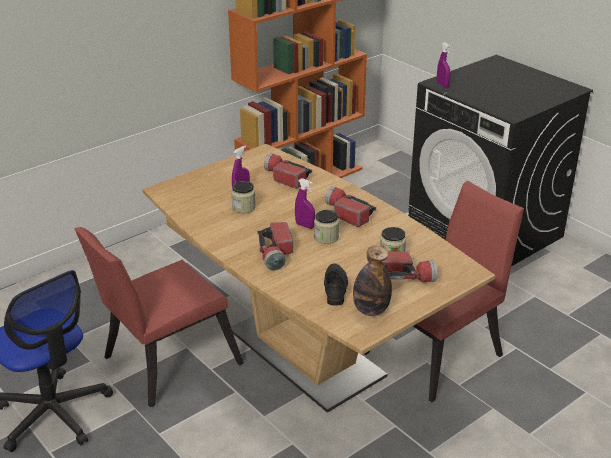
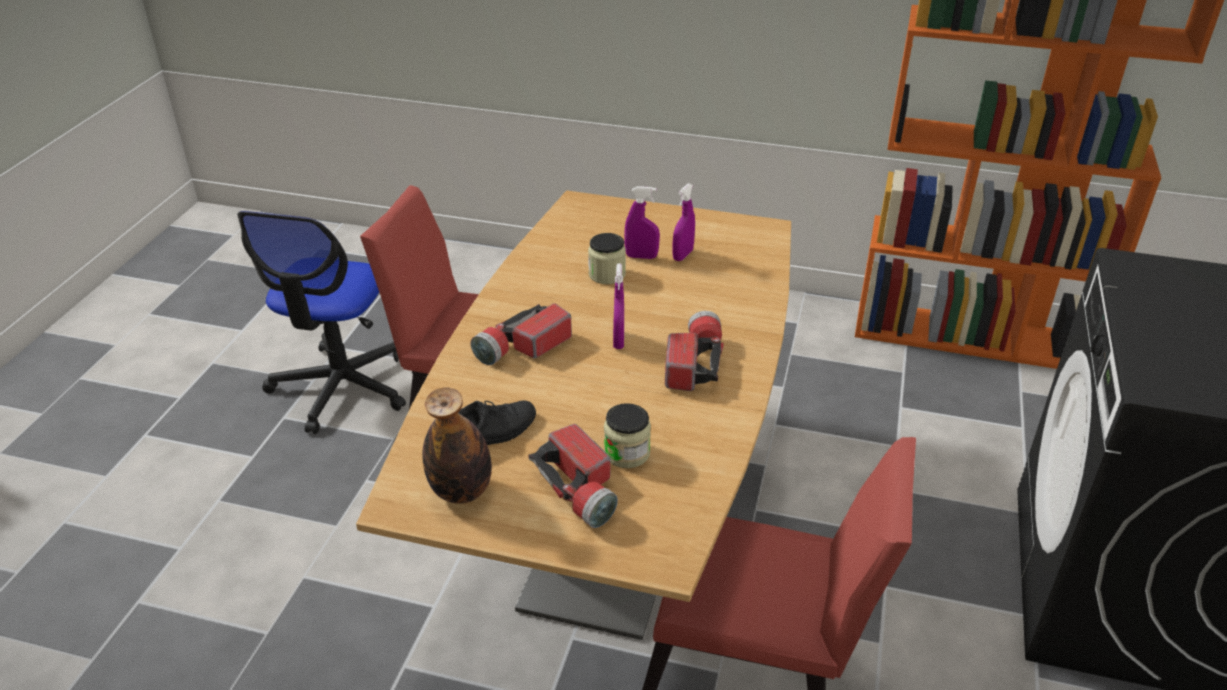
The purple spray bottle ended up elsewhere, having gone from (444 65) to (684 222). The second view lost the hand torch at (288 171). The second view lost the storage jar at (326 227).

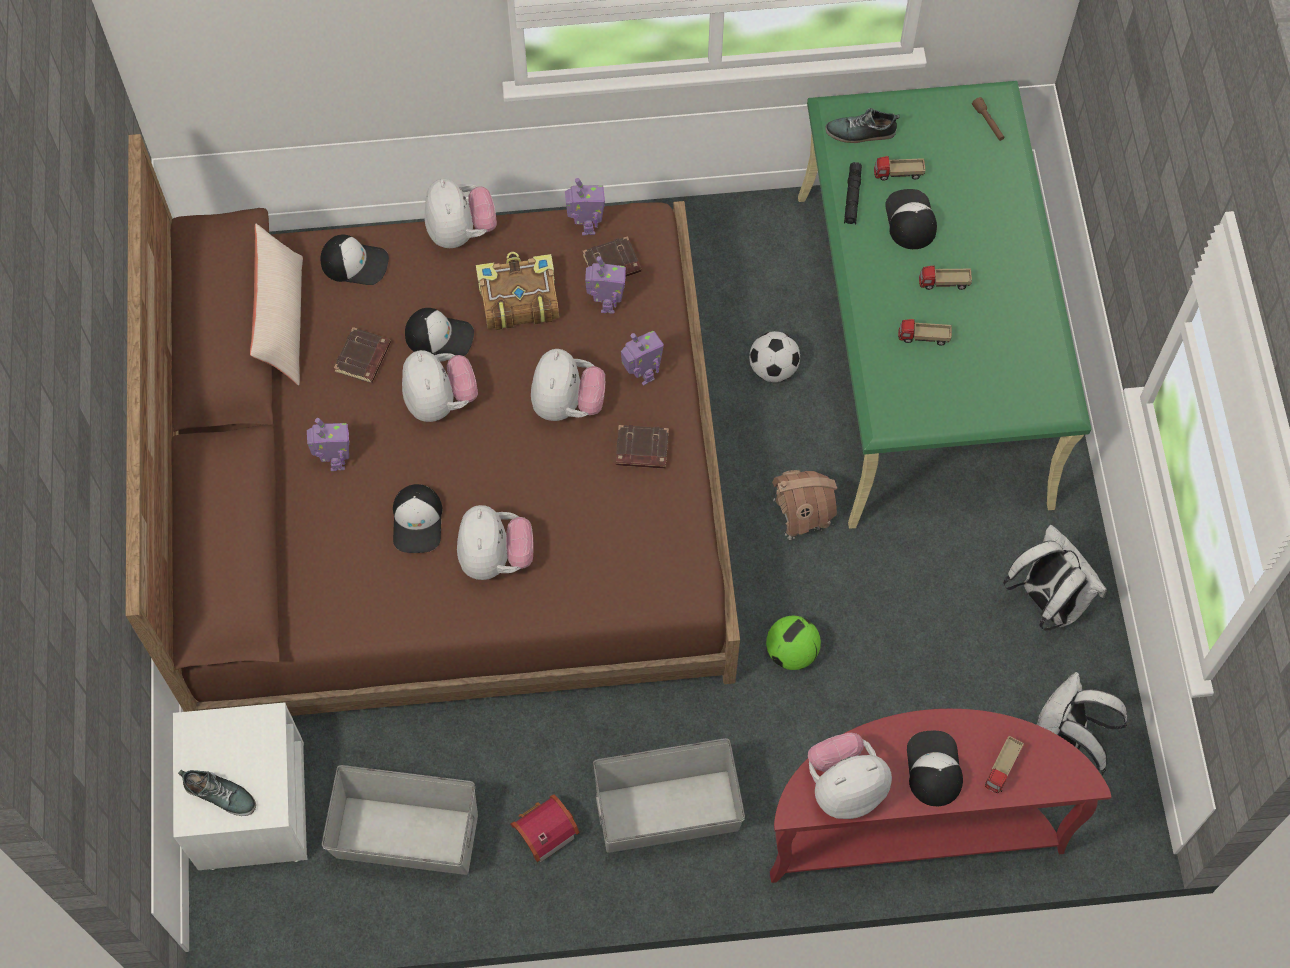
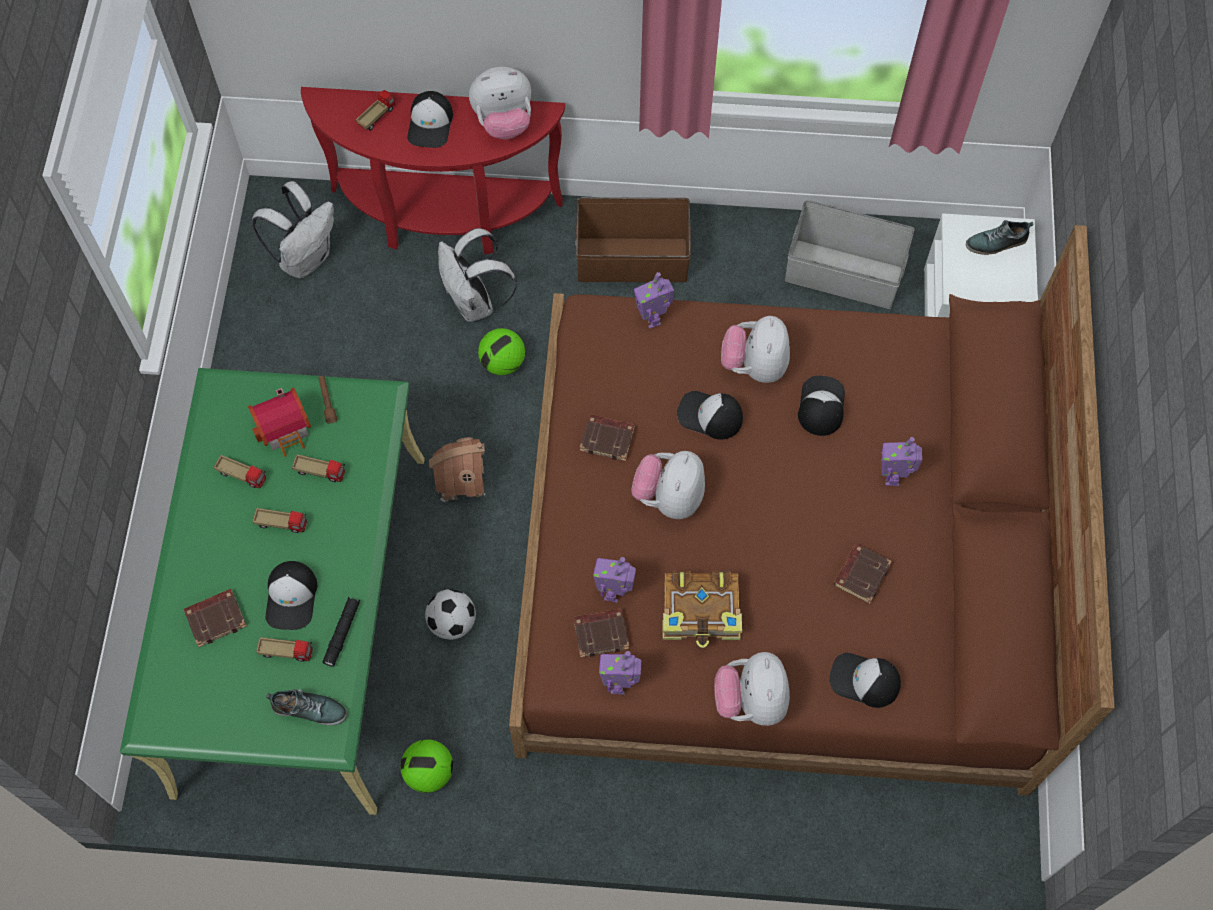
The second view gained the brownish bound book at (215 618). The second view gained the toy lorry at (240 471). The miniature house ended up elsewhere, having gone from (545 828) to (279 422). The brownish hand torch ended up elsewhere, having gone from (988 119) to (327 399). The second view gained the football at (426 766). The white backpack ended up elsewhere, having gone from (1055 578) to (477 275). What was the grey storage box at (669 795) turned into the brownish storage box at (633 239). The toy robot ended up elsewhere, having gone from (642 358) to (654 300). The baseball cap ended up elsewhere, having gone from (439 332) to (710 415). The item of footwear at (217 793) ended up facing another way, 45 degrees counterclockwise from before. The second view lost the beige throw pillow at (276 305). The second view lost the cuddly toy at (440 386).

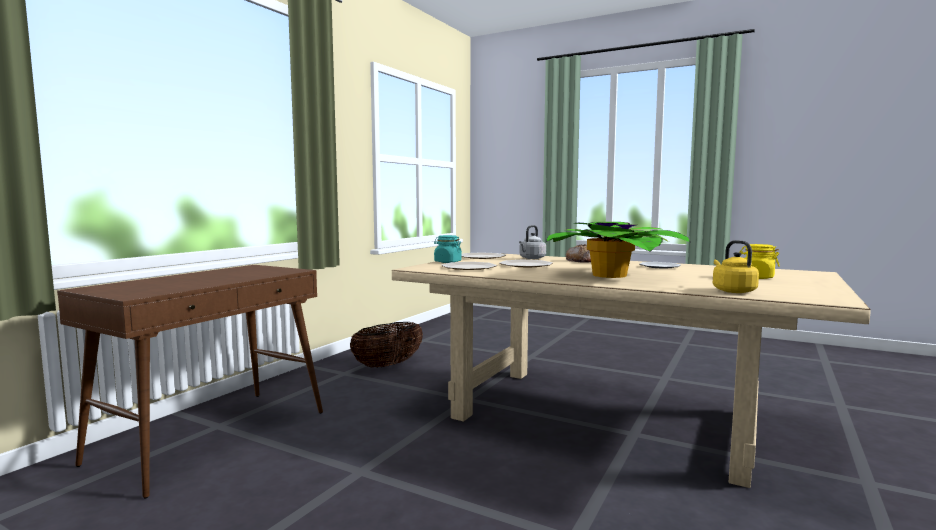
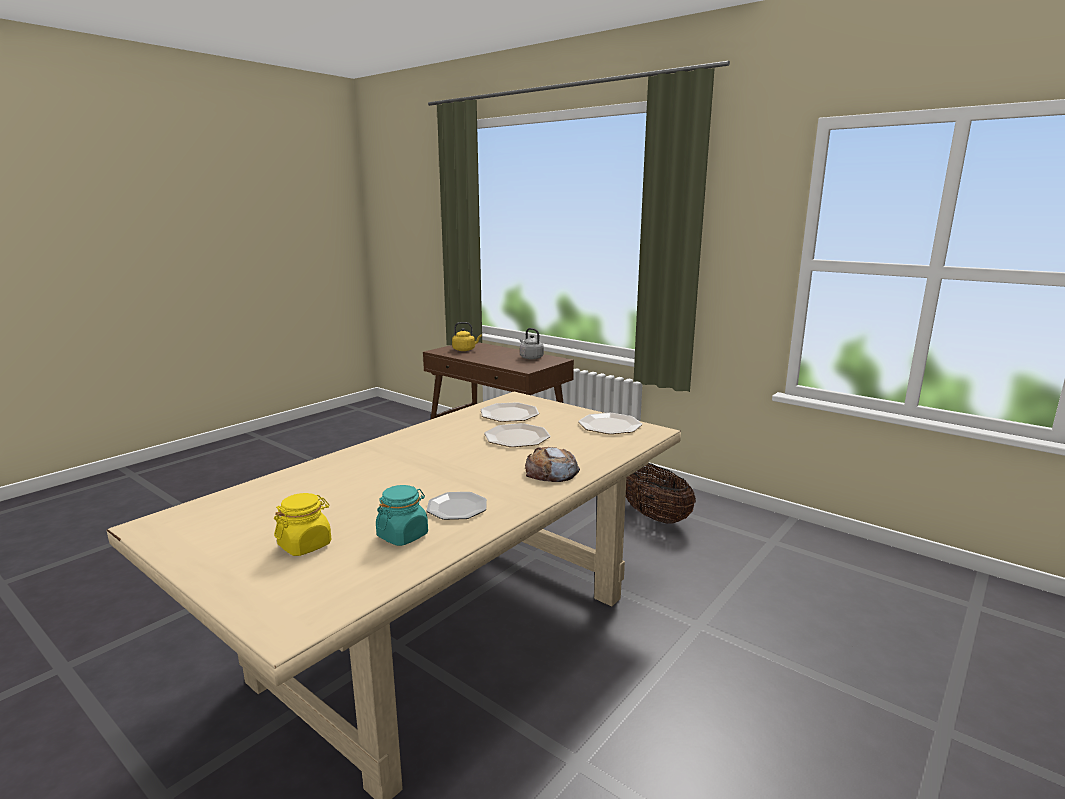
The blue-green storage jar ended up elsewhere, having gone from (448 249) to (402 515). The yellow-coloured water kettle ended up elsewhere, having gone from (736 266) to (467 336). The grey water kettle ended up elsewhere, having gone from (532 242) to (532 343). The second view lost the plant in a pot at (618 250).

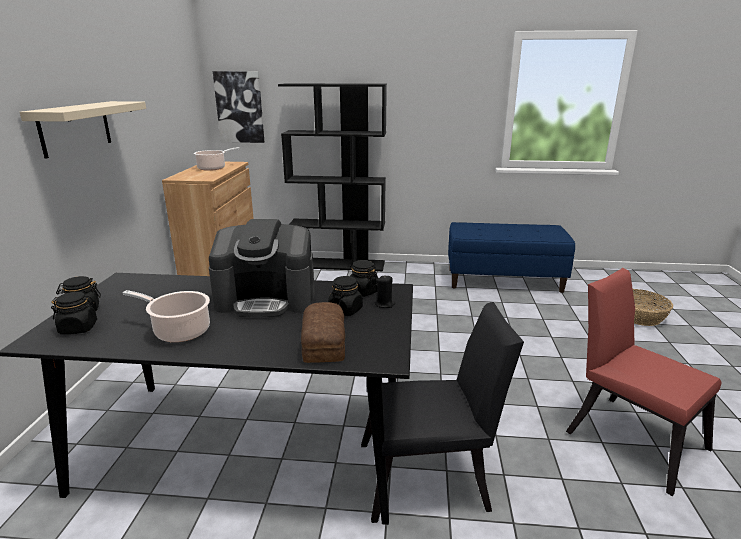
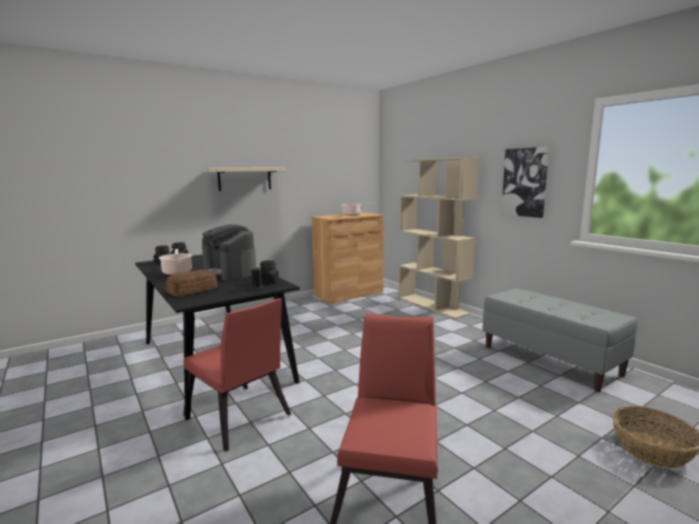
What was the blackish plain chair at (442 412) turned into the red-coloured plain chair at (237 375). What was the blackish bookcase at (332 177) turned into the beige bookcase at (439 238). What was the blue-coloured bench at (511 257) turned into the grey bench at (560 340). The wall picture ended up elsewhere, having gone from (238 107) to (525 182). The second view lost the blackish storage jar at (345 296).

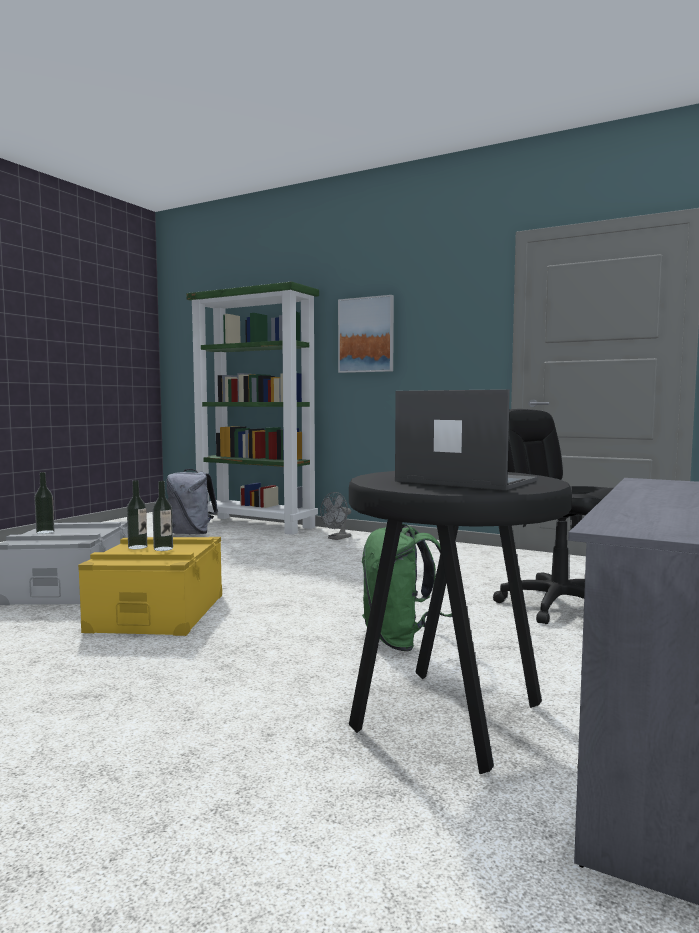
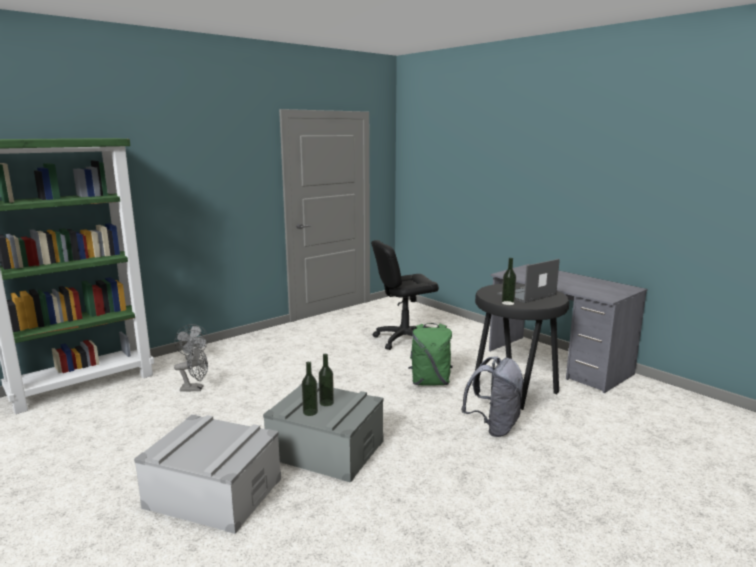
The second view gained the grey fan at (191 369). What was the yellow-coloured storage box at (150 586) turned into the grey storage box at (323 432). The grey backpack ended up elsewhere, having gone from (192 501) to (492 396). The drink bottle ended up elsewhere, having gone from (44 503) to (509 281). The second view lost the wall picture at (366 334).

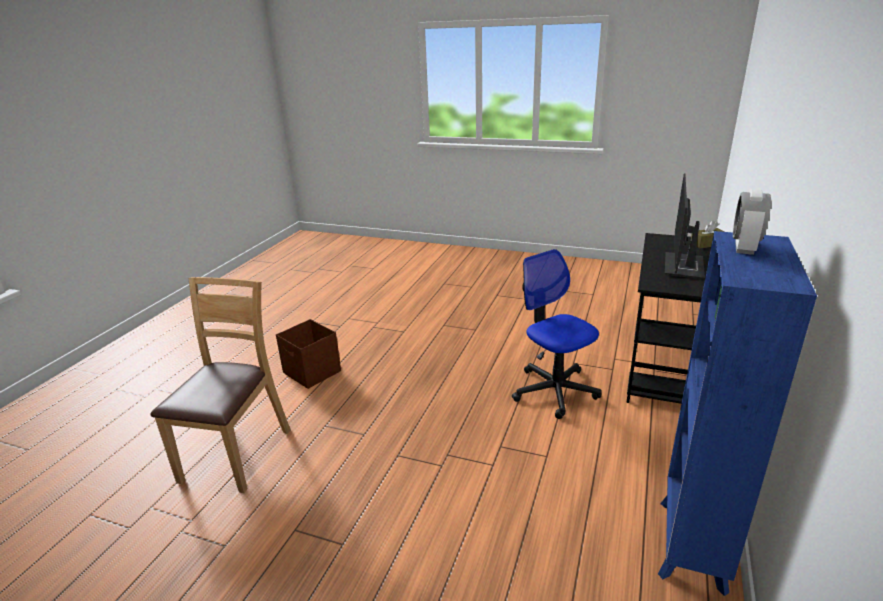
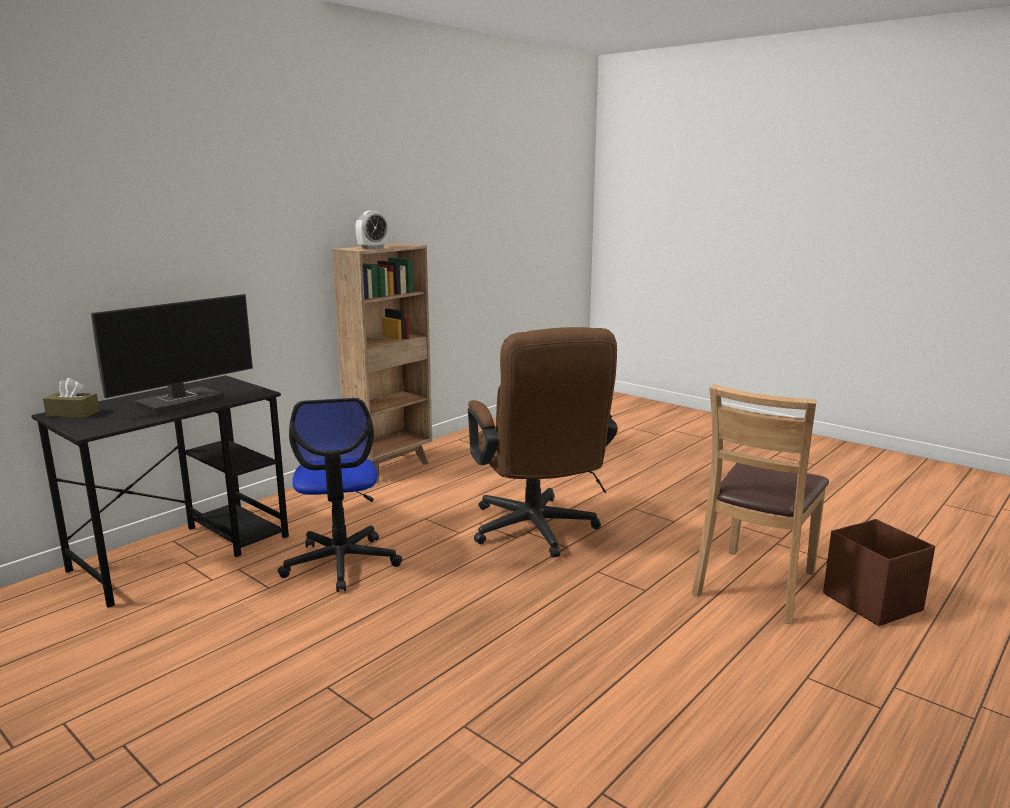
What was the blue-coloured bookcase at (737 413) turned into the brownish bookcase at (382 363). The second view gained the brownish desk chair at (543 442). The brownish storage box ended up elsewhere, having gone from (308 354) to (879 572).

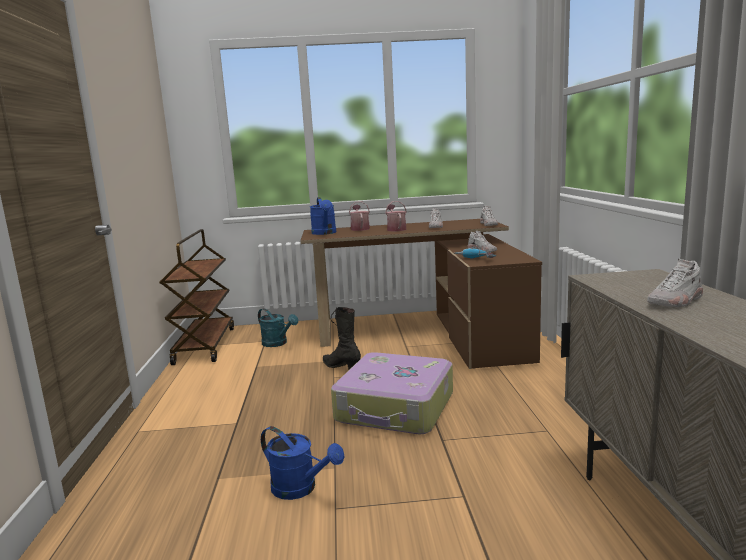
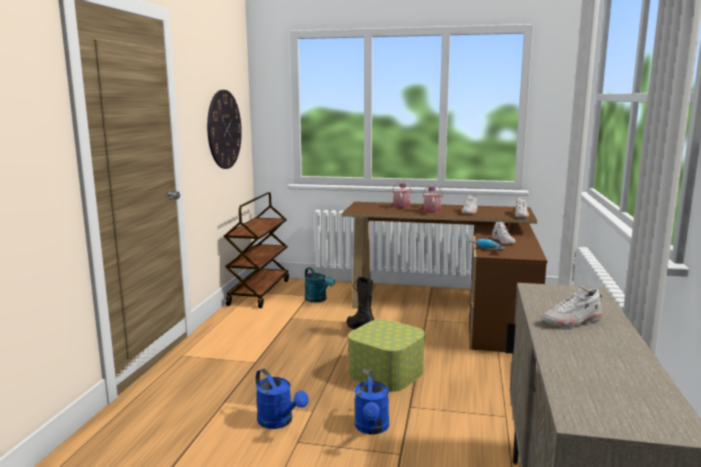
The second view gained the hanging clock at (224 129). Where the piece of luggage stood at (392 393), the storage box came to stand at (386 355). The blue-coloured watering pot ended up elsewhere, having gone from (323 216) to (372 403).

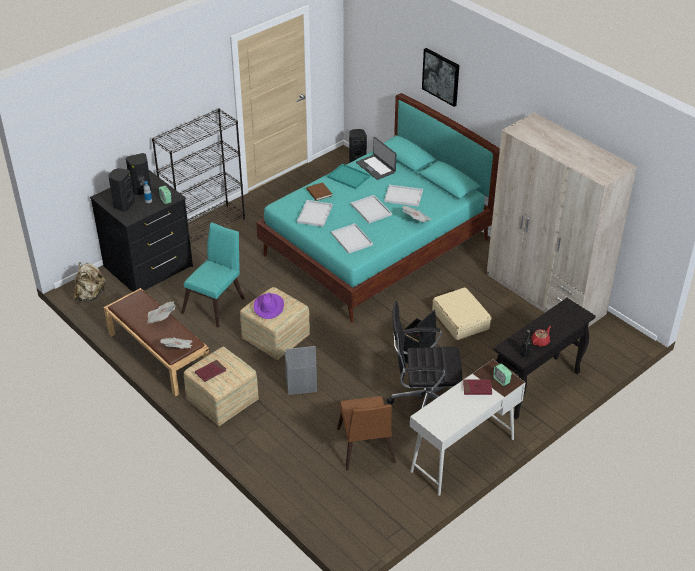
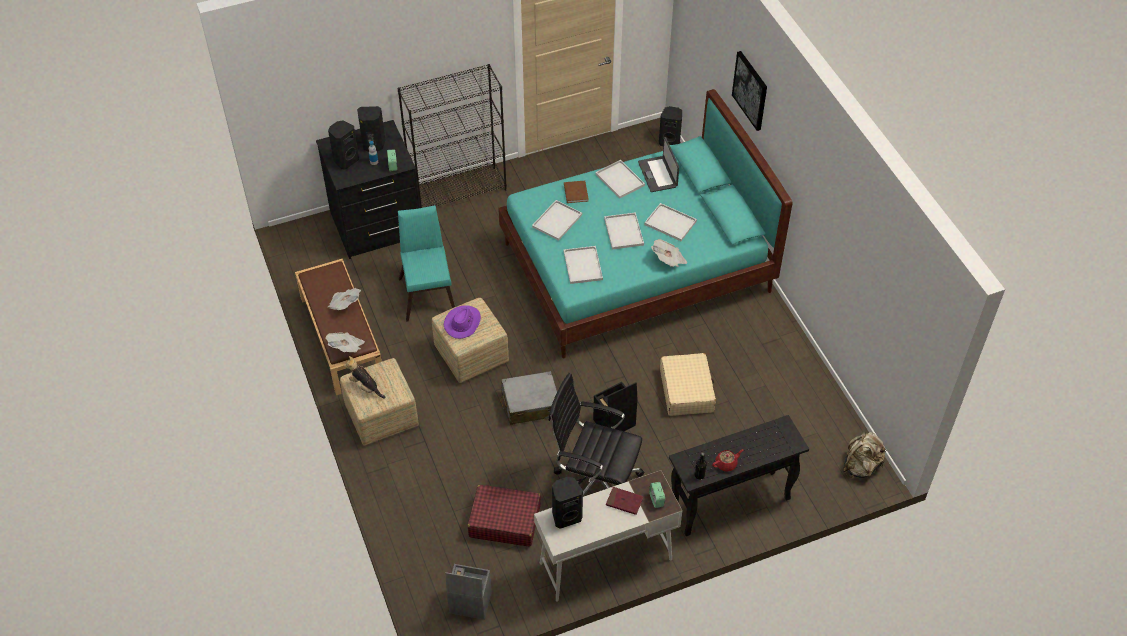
Where the red-coloured bound book stood at (210 371), the cuddly toy came to stand at (365 377). The blue-green plain chair at (213 274) ended up facing another way, 60 degrees counterclockwise from before. The grey storage box ended up elsewhere, having gone from (300 370) to (468 592). Where the brownish plain chair stood at (366 433), the red-coloured piece of luggage came to stand at (504 516). The second view gained the grey piece of luggage at (528 398). The second view gained the blackish speaker at (567 503). What was the blue-green carrying tray at (349 176) turned into the white carrying tray at (620 179). The beige backpack ended up elsewhere, having gone from (89 282) to (864 455). The second view lost the beige wardrobe at (562 219).

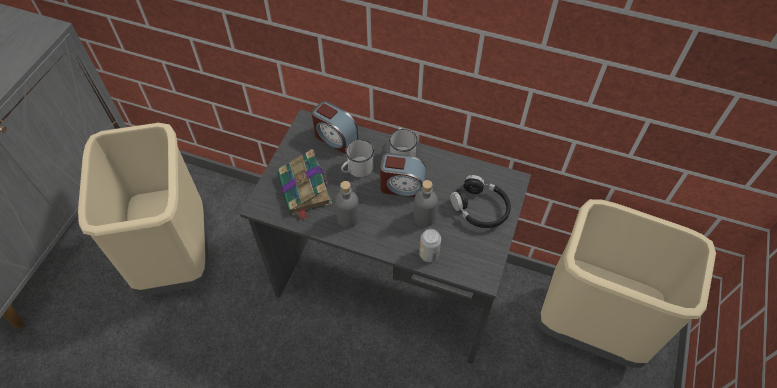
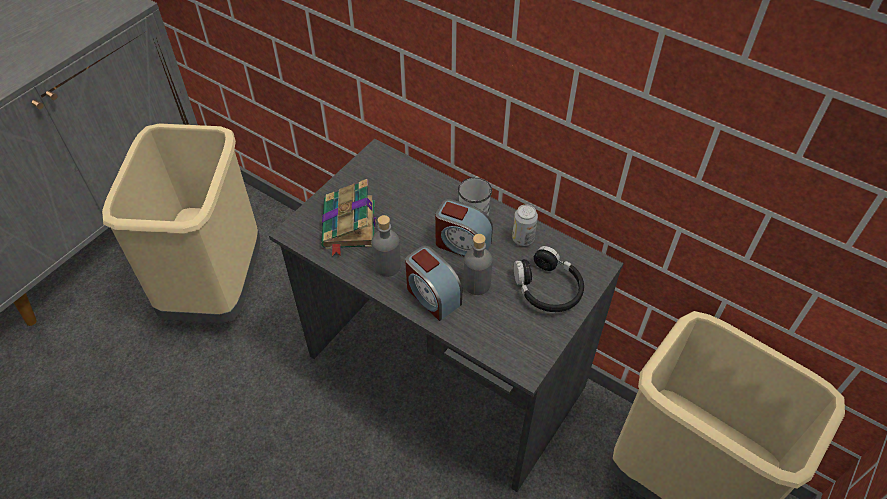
The table clock ended up elsewhere, having gone from (335 127) to (433 283). The sealed can ended up elsewhere, having gone from (430 245) to (525 225). The second view lost the white coffee mug at (357 158).

